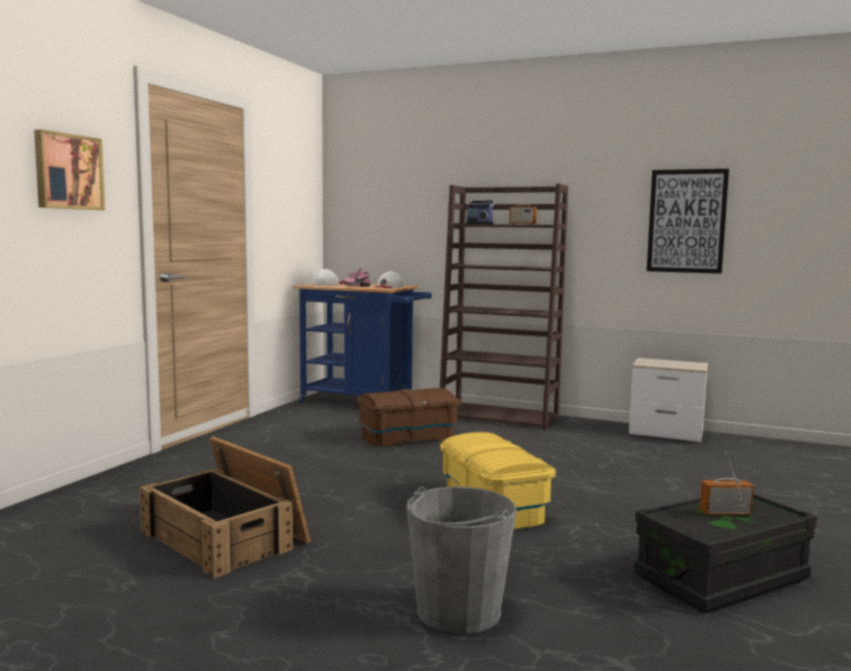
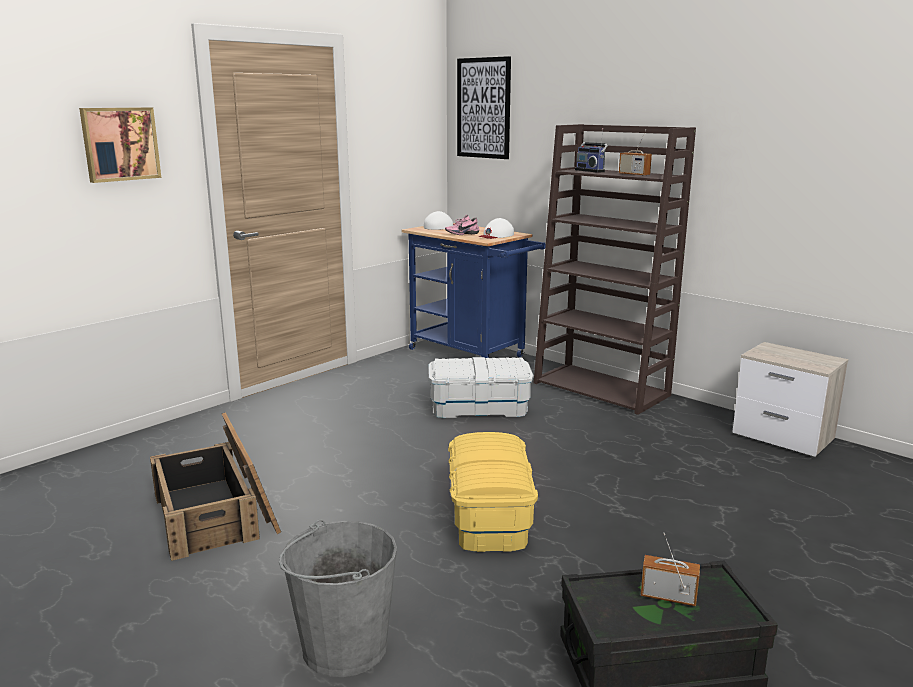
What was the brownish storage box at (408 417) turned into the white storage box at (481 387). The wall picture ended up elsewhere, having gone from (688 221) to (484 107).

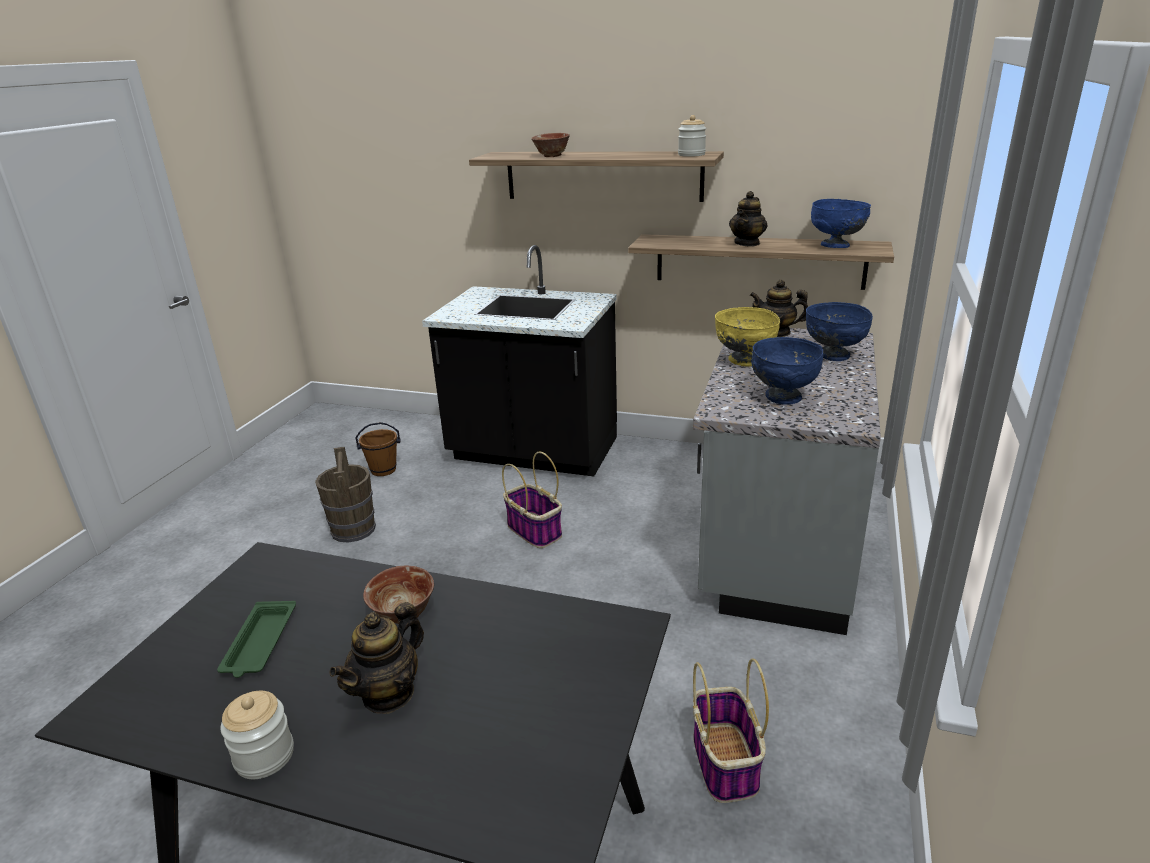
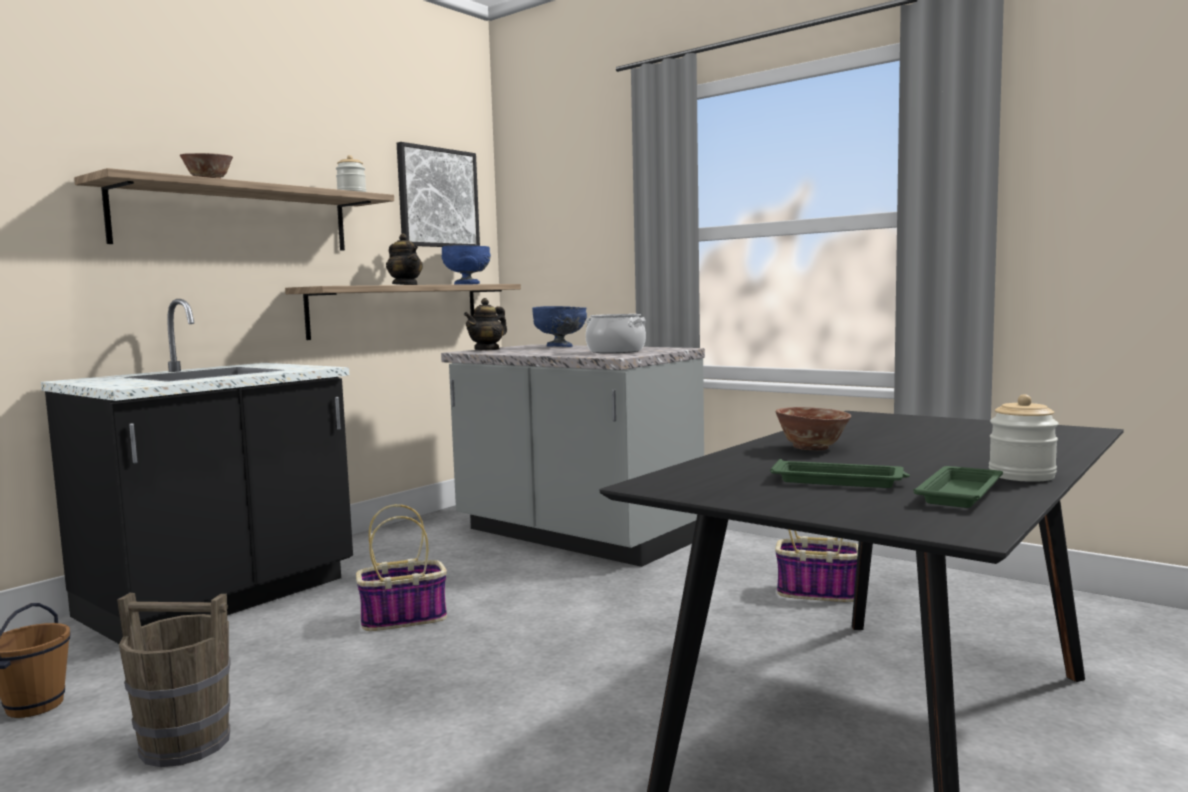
The second view gained the wall picture at (438 194). Where the blue-coloured bowl stood at (787 371), the stockpot came to stand at (616 333). The second view gained the green carrying tray at (958 487). The second view lost the tea pot at (376 658). The second view lost the yellow-coloured bowl at (747 336).

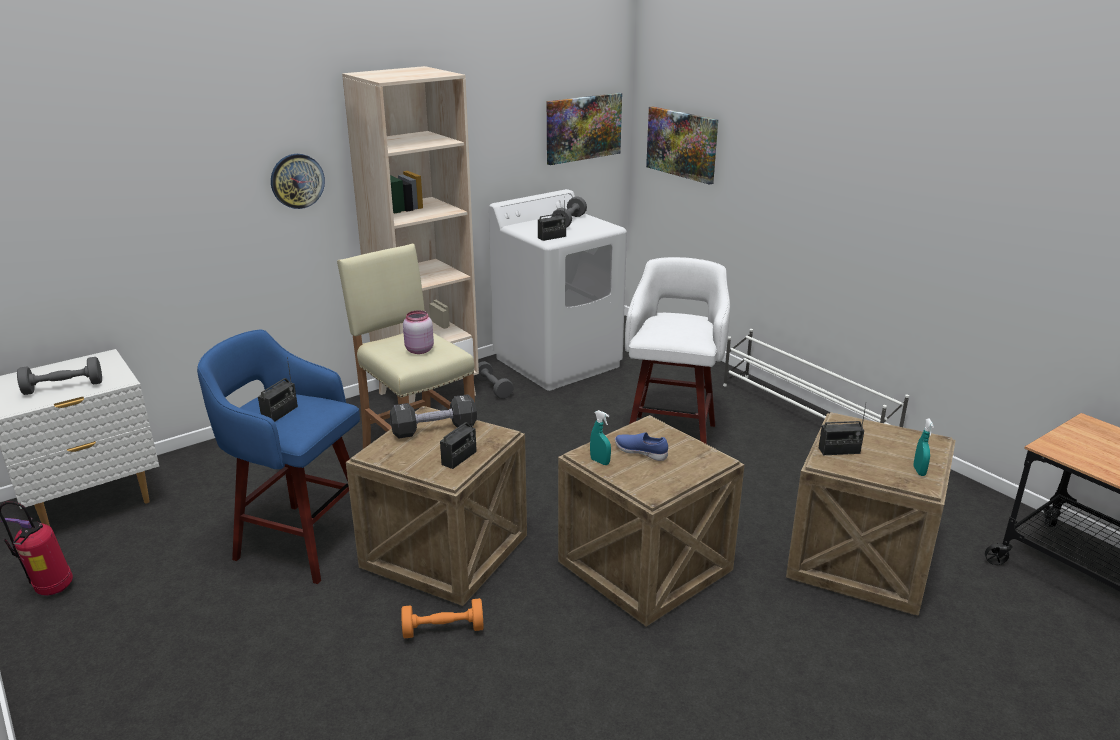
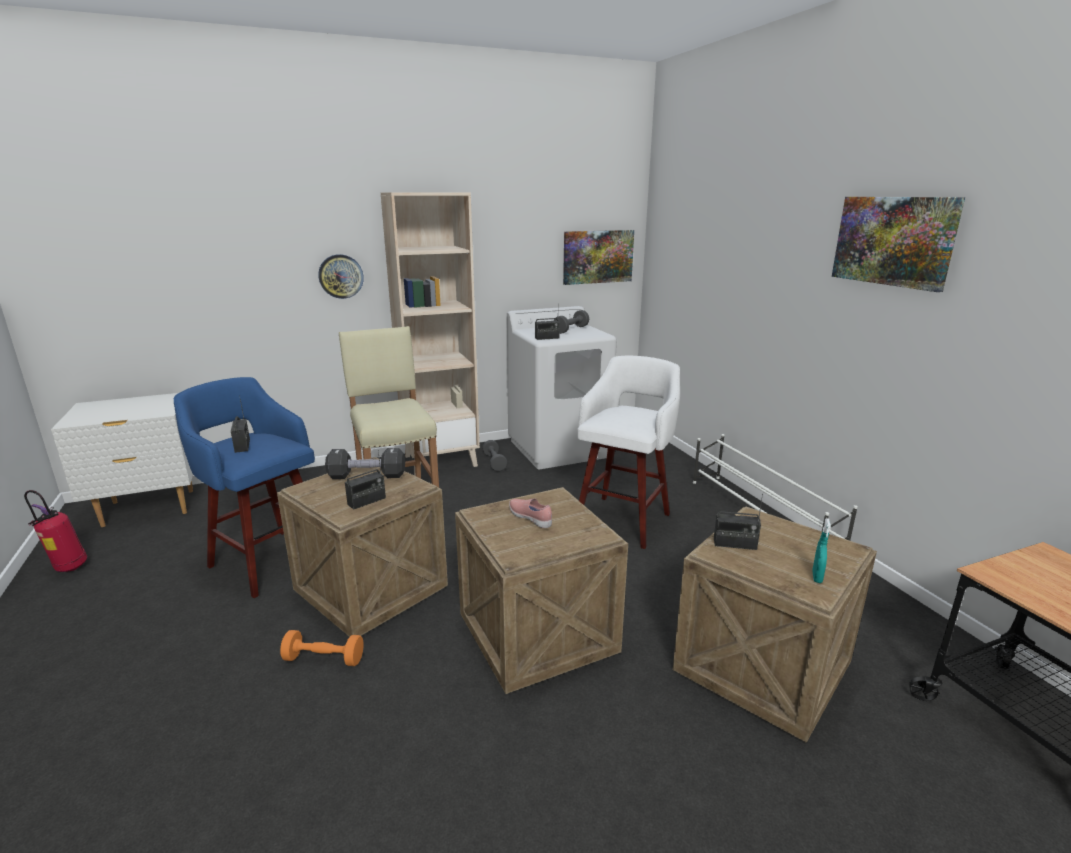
The radio set at (278 389) ended up facing another way, 60 degrees counterclockwise from before. What was the blue-coloured item of footwear at (641 446) turned into the pinkish item of footwear at (530 513). The wall picture ended up elsewhere, having gone from (682 145) to (898 244). The second view lost the grey free weight at (59 376). The second view lost the pinkish storage jar at (418 332). The second view lost the blue-green spray bottle at (600 437).

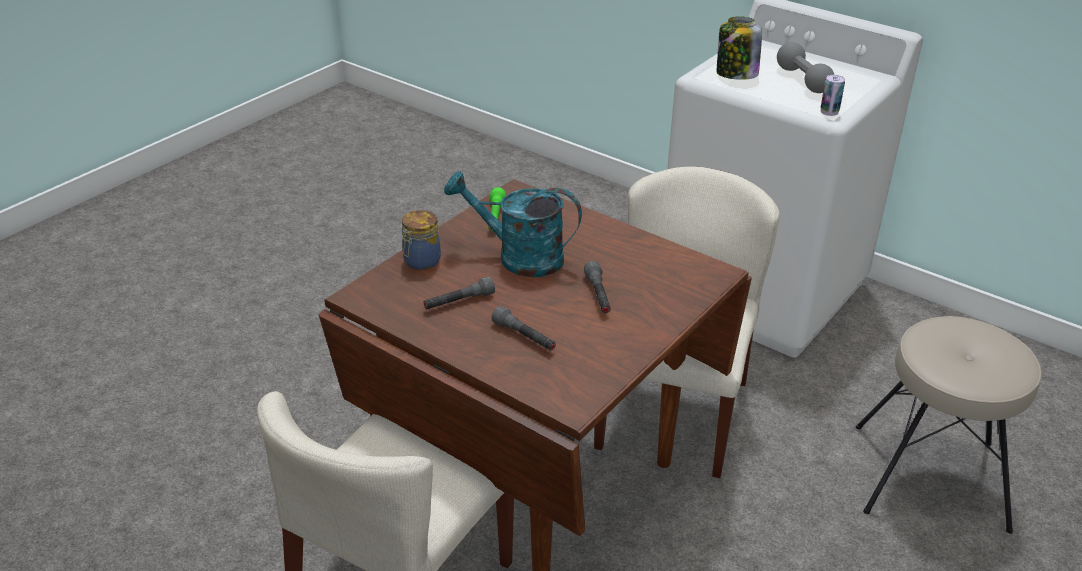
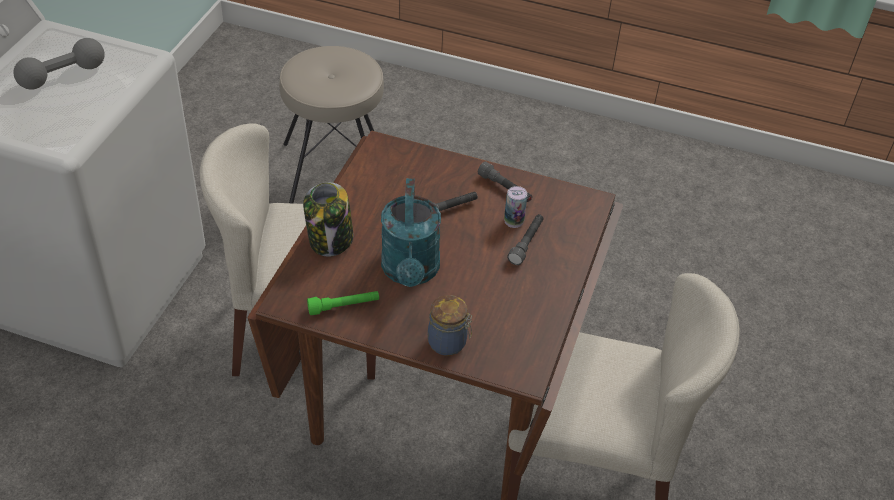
The storage jar ended up elsewhere, having gone from (739 48) to (328 219). The grey hand torch ended up elsewhere, having gone from (459 293) to (505 182). The sealed can ended up elsewhere, having gone from (833 95) to (515 207).

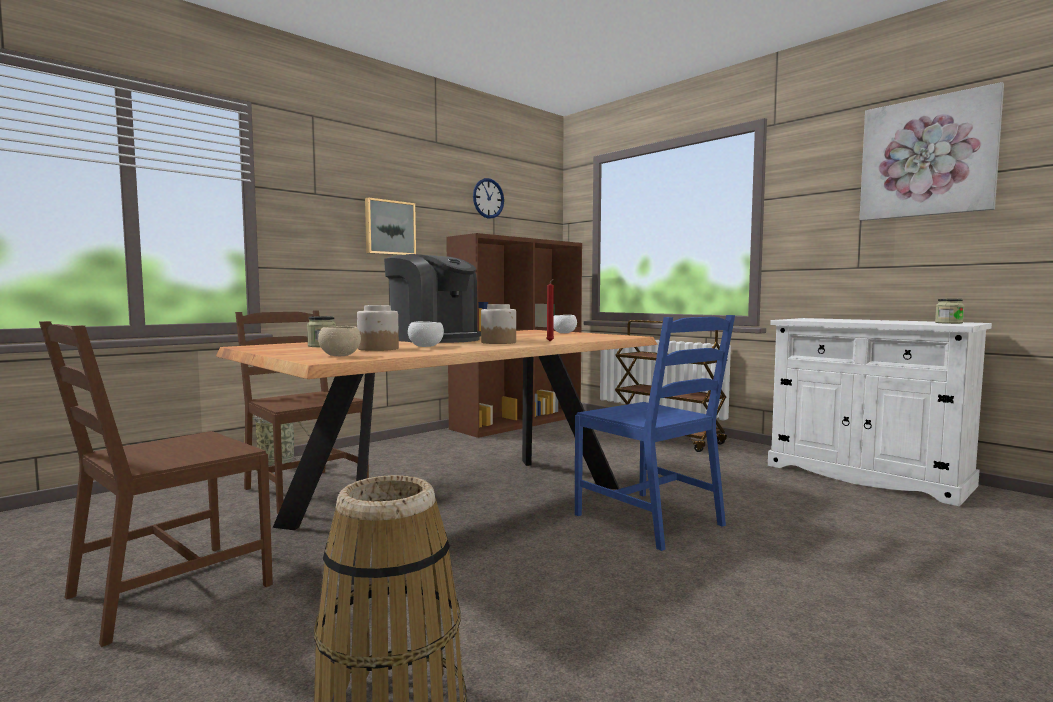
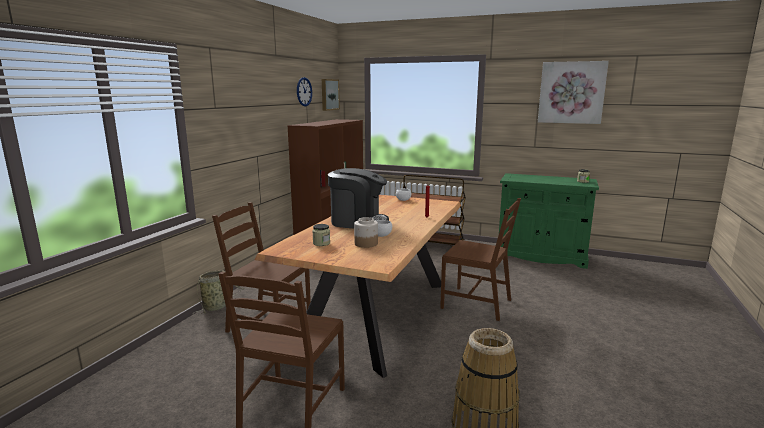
The wall picture ended up elsewhere, having gone from (390 226) to (331 95). What was the blue-coloured plain chair at (655 433) turned into the brownish plain chair at (480 259). What was the white storage cabinet at (880 412) turned into the green storage cabinet at (549 221). The second view lost the beige bowl at (339 341). The second view lost the storage jar at (498 324).

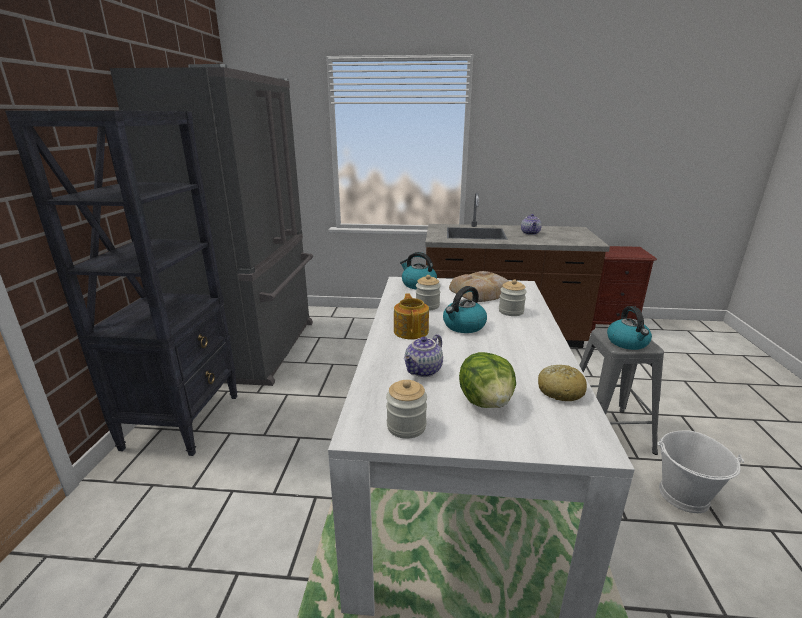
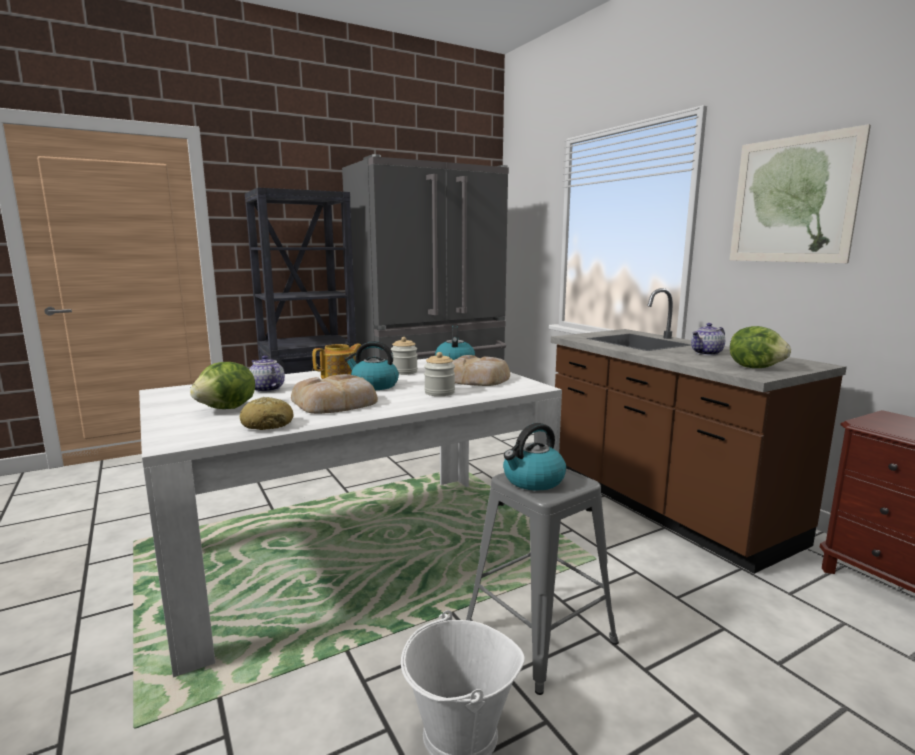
The tea pot at (423 355) ended up facing another way, 45 degrees clockwise from before. The second view gained the bakery bread at (334 394). The second view gained the wall picture at (800 193). The second view gained the lettuce head at (760 347). The second view lost the storage jar at (406 409).

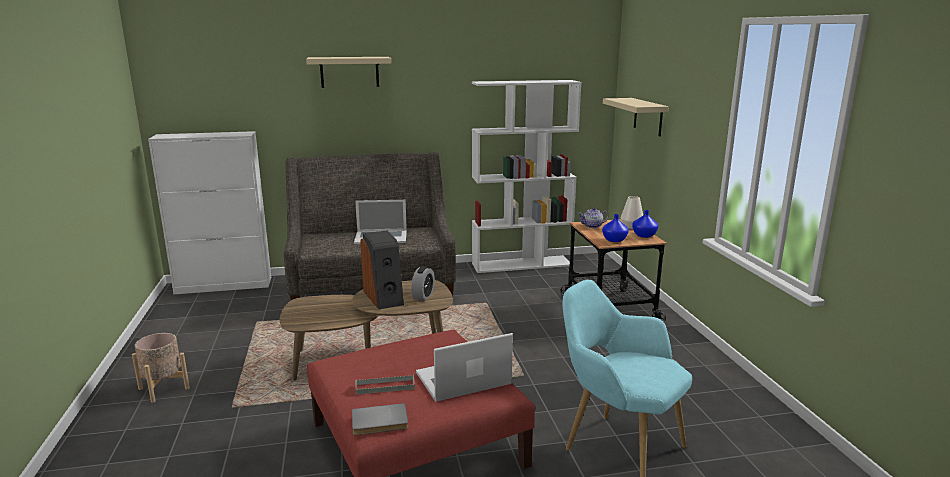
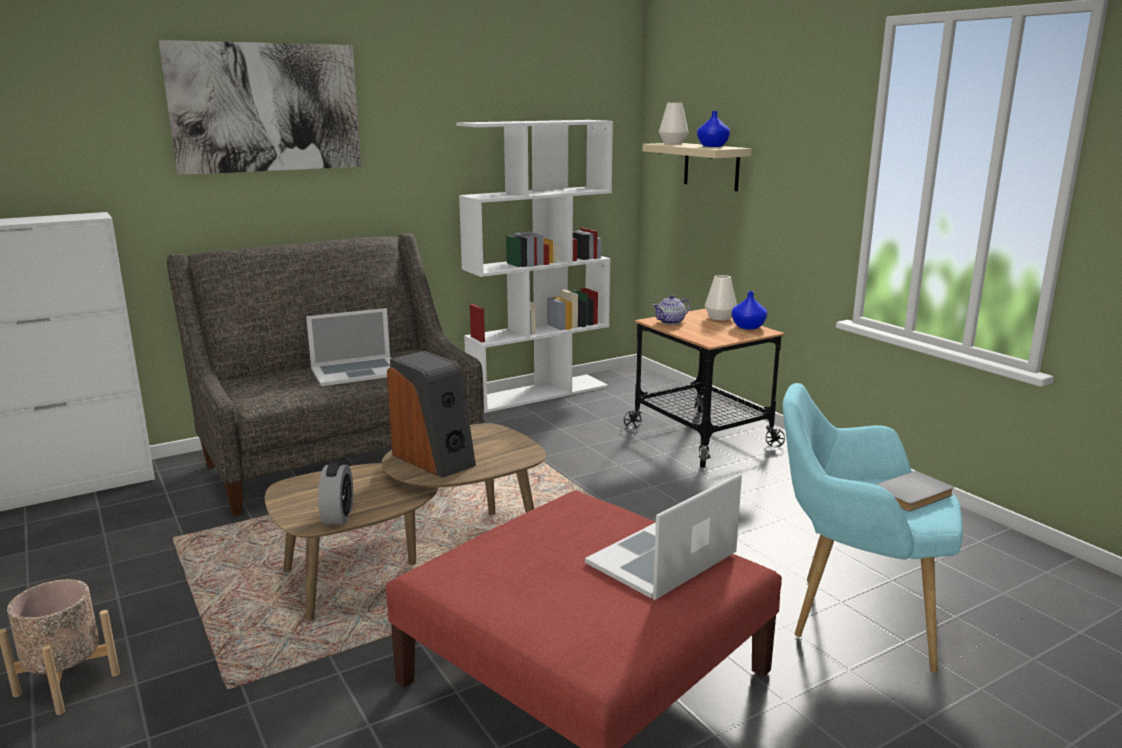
Where the beige wall shelf hung at (348 72), the wall picture came to hang at (260 107). The table clock ended up elsewhere, having gone from (423 283) to (335 493). The second view gained the white vase at (673 123). The blue-coloured vase ended up elsewhere, having gone from (615 228) to (713 129). The grey bound book ended up elsewhere, having gone from (380 419) to (914 491). The second view lost the grey carrying tray at (385 384).

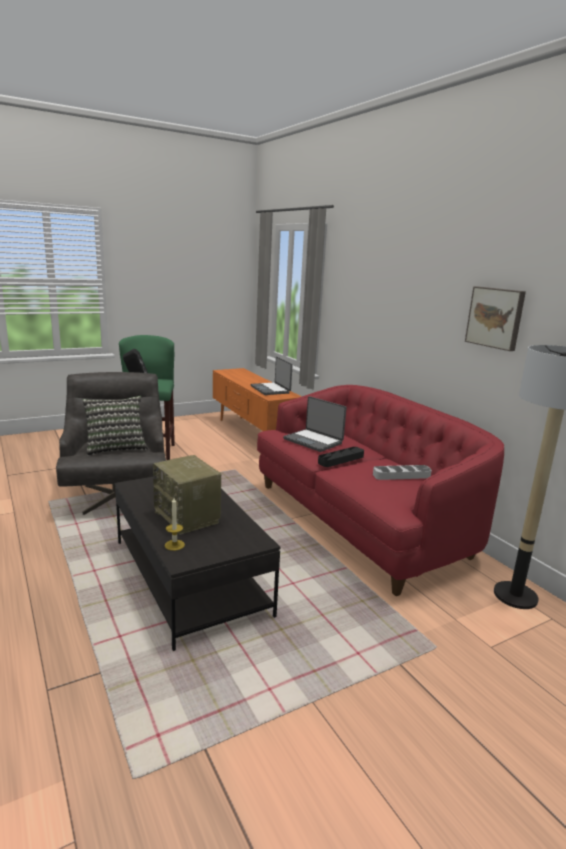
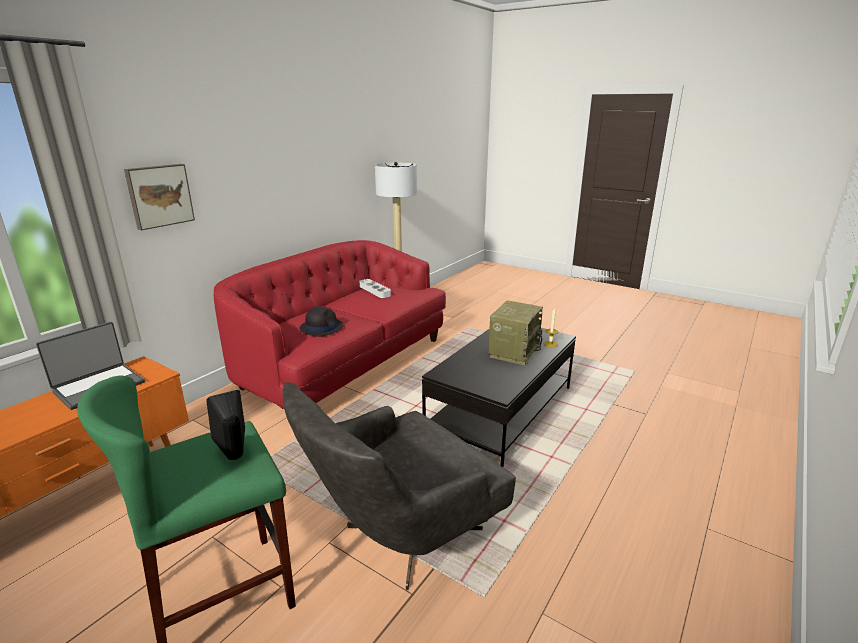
The wall picture ended up elsewhere, having gone from (495 318) to (159 197). Where the notebook computer stood at (315 424), the blackish hat came to stand at (321 321). The second view lost the throw pillow at (115 426). The second view lost the blackish carrying tray at (341 457).

